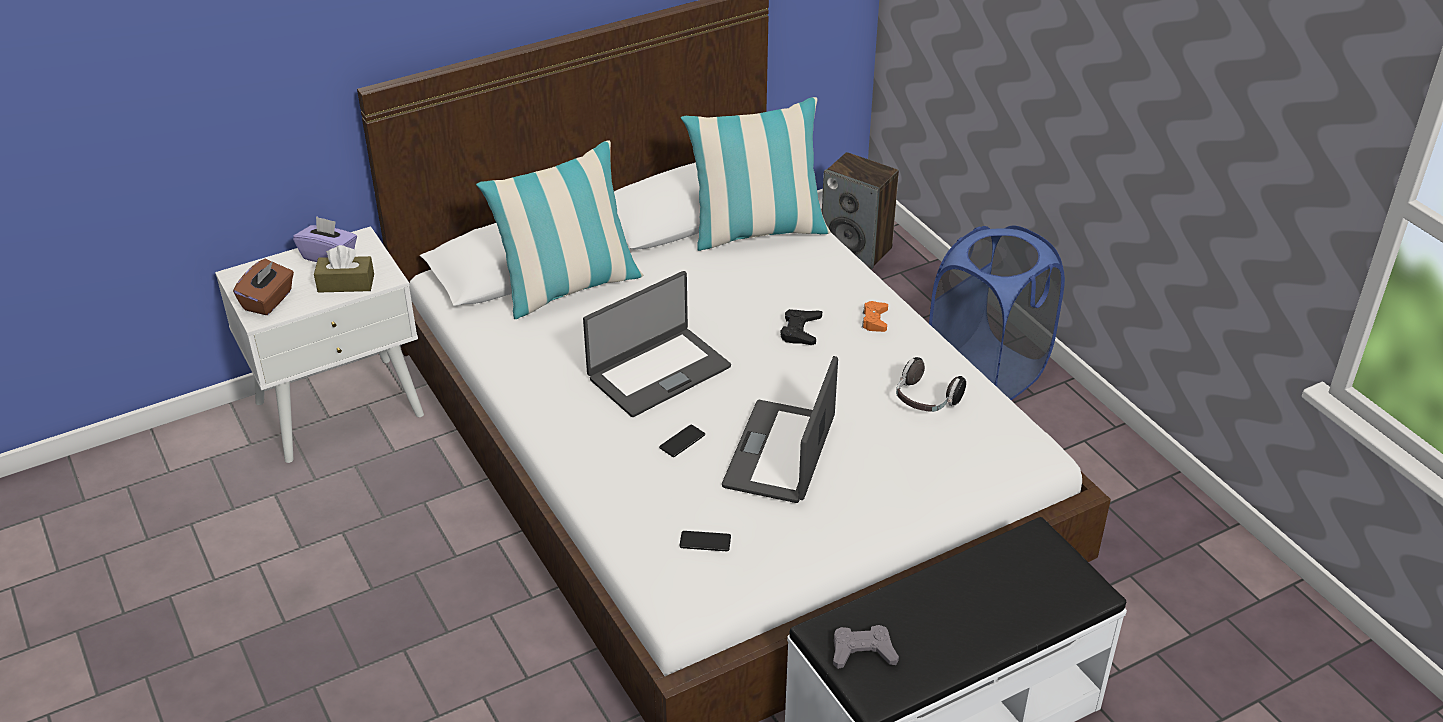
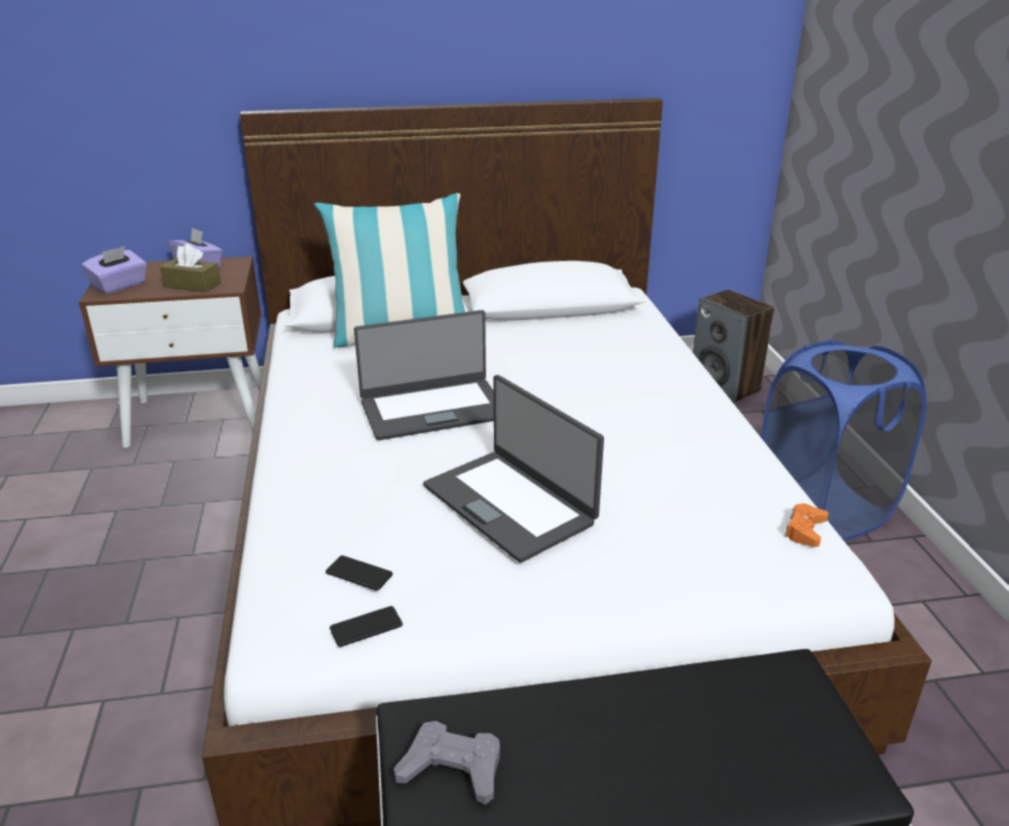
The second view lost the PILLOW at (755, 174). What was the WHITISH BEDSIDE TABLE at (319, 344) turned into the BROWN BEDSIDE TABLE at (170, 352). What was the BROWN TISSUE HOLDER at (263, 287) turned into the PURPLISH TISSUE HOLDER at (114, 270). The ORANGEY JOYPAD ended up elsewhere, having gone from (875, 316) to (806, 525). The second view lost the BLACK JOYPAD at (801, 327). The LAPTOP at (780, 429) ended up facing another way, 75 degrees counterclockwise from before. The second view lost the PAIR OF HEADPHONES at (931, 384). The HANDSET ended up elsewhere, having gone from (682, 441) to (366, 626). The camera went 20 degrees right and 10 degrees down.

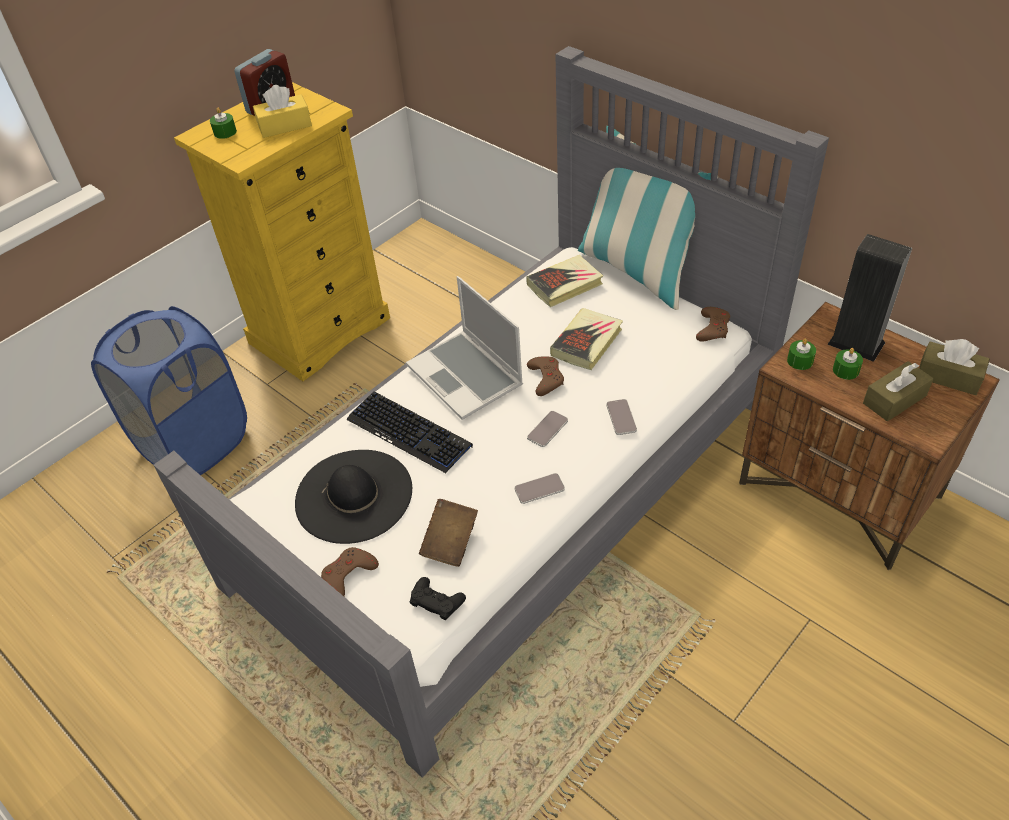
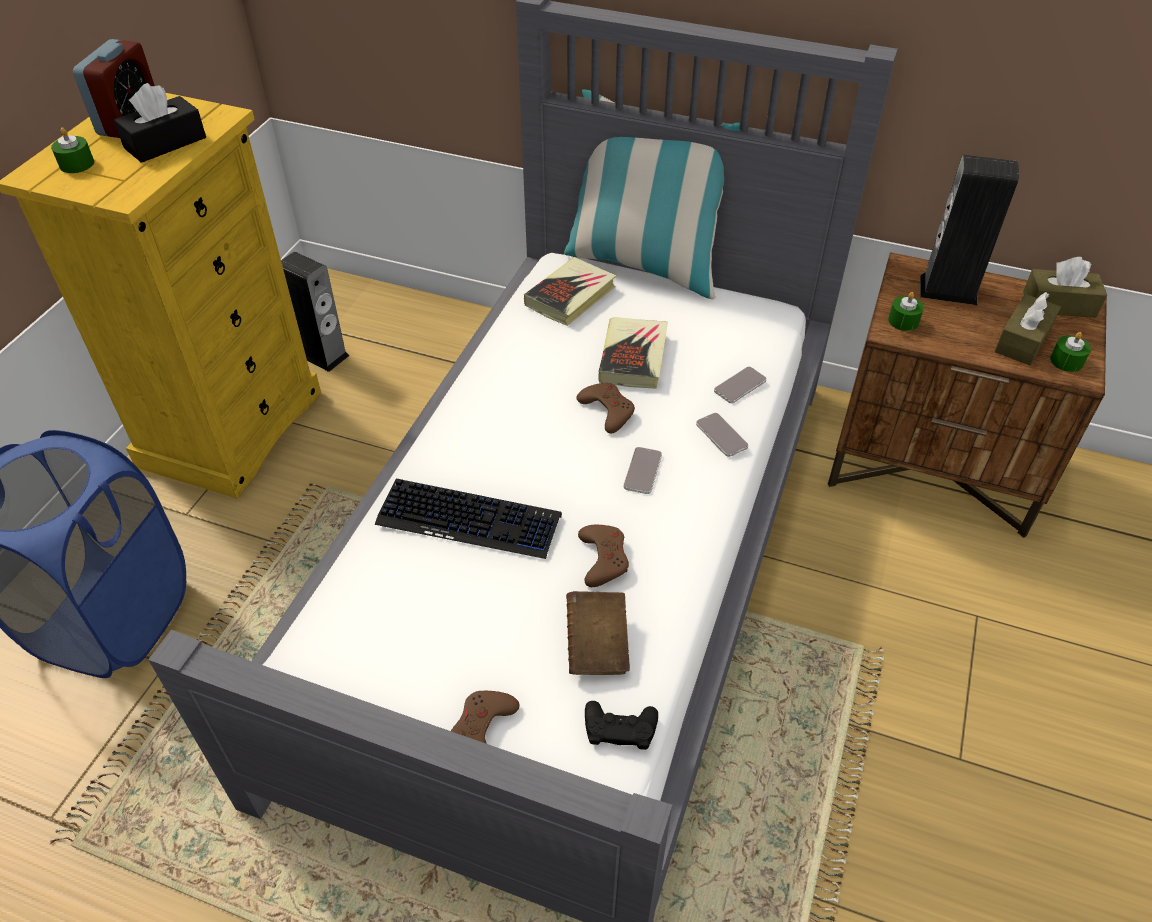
What was the YELLOWISH TISSUE HOLDER at (282, 111) turned into the BLACK TISSUE HOLDER at (160, 123). The second view lost the LAPTOP at (464, 348). The BROWN JOYPAD ended up elsewhere, having gone from (713, 324) to (603, 556). The GREENISH WAX LIGHT ended up elsewhere, having gone from (848, 364) to (1070, 352). The second view lost the BLACK CLOTHING HAT at (353, 497). The HANDSET ended up elsewhere, having gone from (539, 488) to (740, 385). The second view gained the SPEAKER at (315, 312). The camera went 25 degrees left and 0 degrees up.

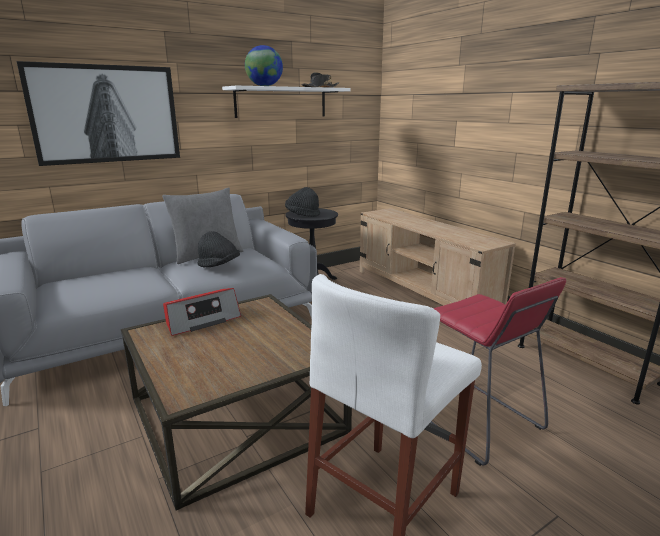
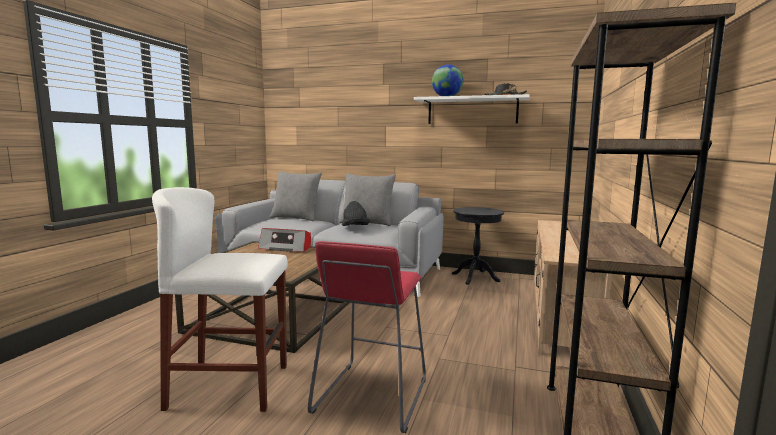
The second view lost the WALL ART at (98, 113). The second view lost the BLACK CLOTHING HAT at (302, 202). The second view gained the GREY PILLOW at (296, 196). The camera went 50 degrees right and 10 degrees down.

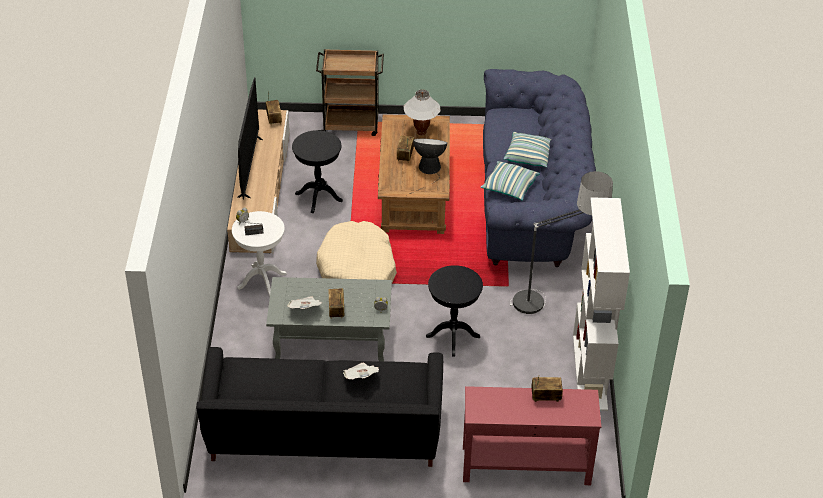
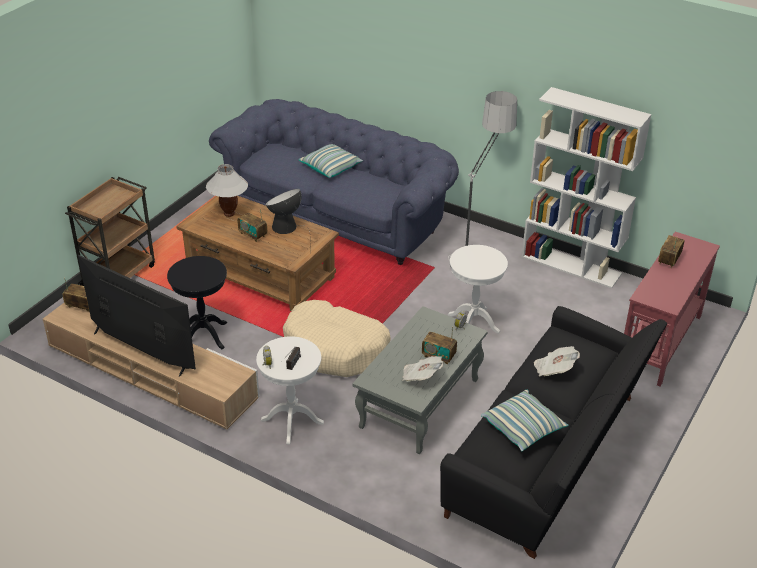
The PILLOW ended up elsewhere, having gone from (510, 180) to (525, 420). What was the BLACK SIDE TABLE at (454, 311) turned into the WHITISH SIDE TABLE at (478, 289). The camera went 60 degrees left and 5 degrees down.

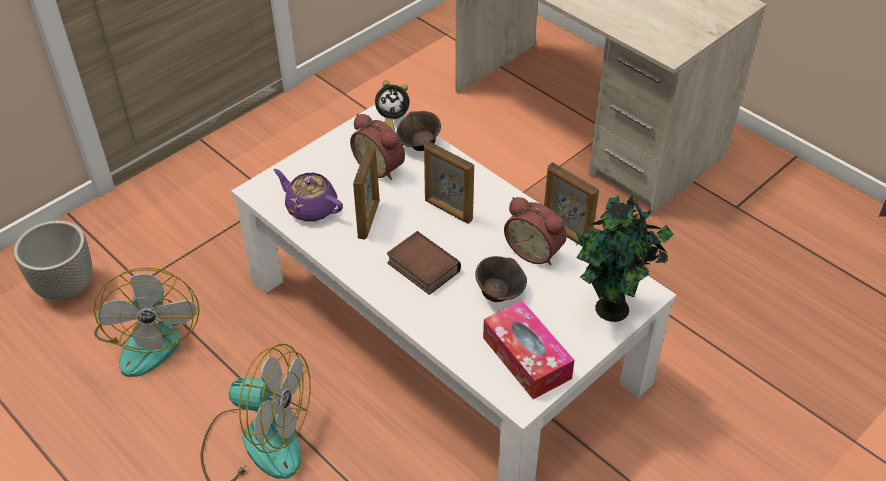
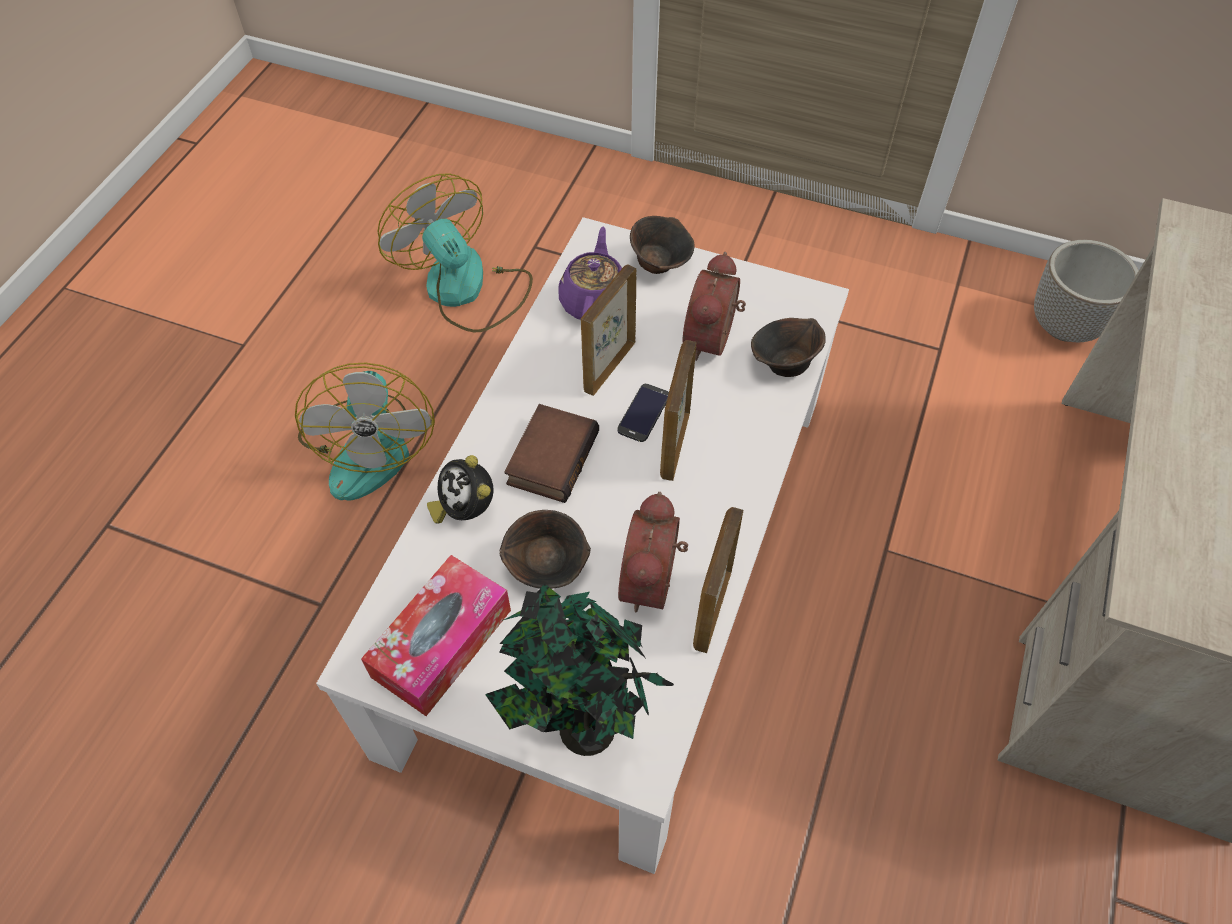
The BEDSIDE CLOCK ended up elsewhere, having gone from (392, 105) to (460, 489). The PHOTO FRAME at (366, 192) ended up facing another way, 135 degrees clockwise from before. The PLANT POT ended up elsewhere, having gone from (53, 260) to (1086, 291). The ELECTRIC FAN at (147, 322) ended up facing another way, 90 degrees clockwise from before. The second view gained the BROWN DEEP DISH at (662, 245). The second view gained the HANDSET at (643, 413). The camera went 65 degrees right and 10 degrees up.

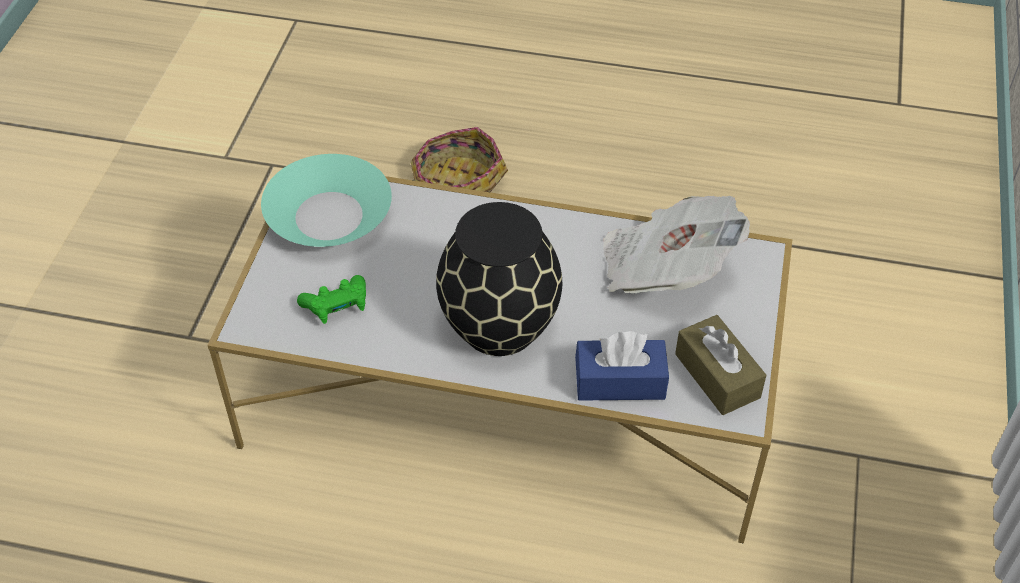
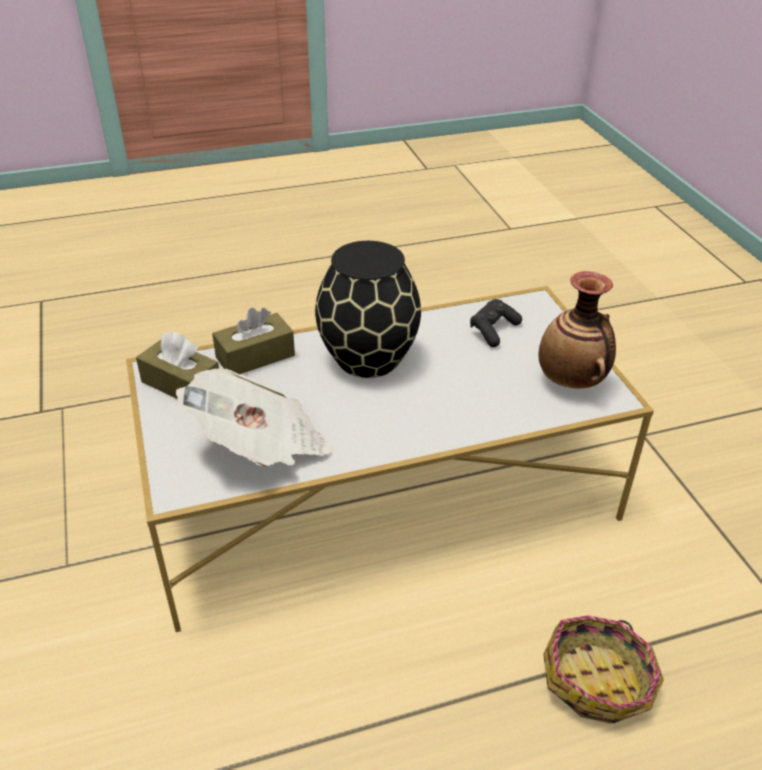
Where the TURQUOISE-COLOURED DEEP DISH stood at (326, 200), the DECORATIVE VASE came to stand at (577, 329). What was the GREENISH JOYPAD at (331, 299) turned into the BLACK JOYPAD at (496, 323). What was the BLUE-COLOURED TISSUE HOLDER at (622, 366) turned into the BROWN TISSUE HOLDER at (253, 341). The camera went 150 degrees right and 10 degrees down.

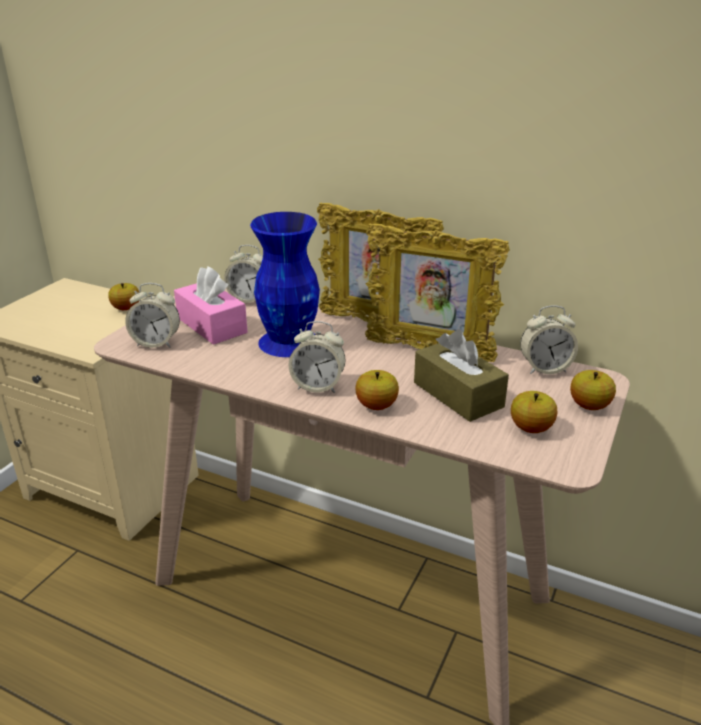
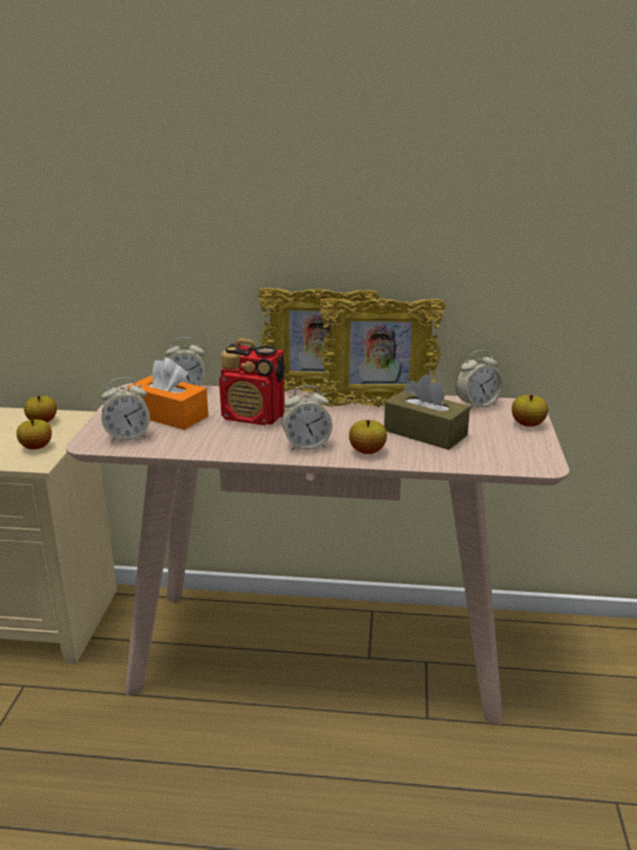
Where the BLUE-COLOURED DECORATIVE VASE stood at (285, 284), the RADIO RECEIVER came to stand at (252, 382). What was the PINK-COLOURED TISSUE HOLDER at (211, 305) turned into the ORANGEY TISSUE HOLDER at (167, 394). The APPLE ended up elsewhere, having gone from (534, 412) to (34, 434). The camera went 20 degrees left and 5 degrees down.

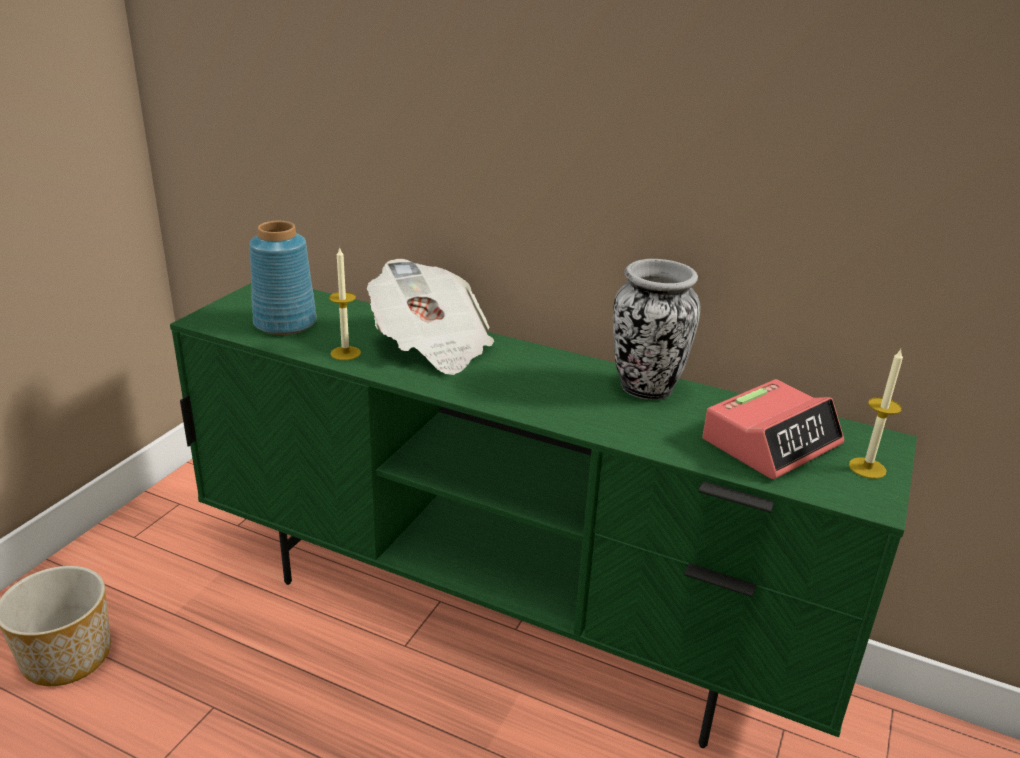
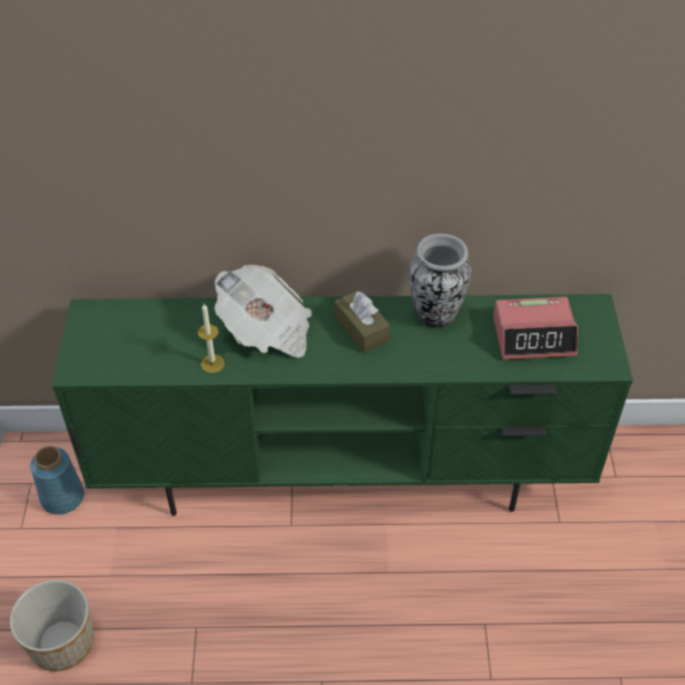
The BLUE-COLOURED DECORATIVE VASE ended up elsewhere, having gone from (283, 278) to (57, 480). The second view lost the WAX LIGHT at (876, 414). The BEDSIDE CLOCK at (773, 429) ended up facing another way, 60 degrees clockwise from before. The second view gained the BROWN TISSUE HOLDER at (362, 321). The camera went 25 degrees left and 20 degrees up.

